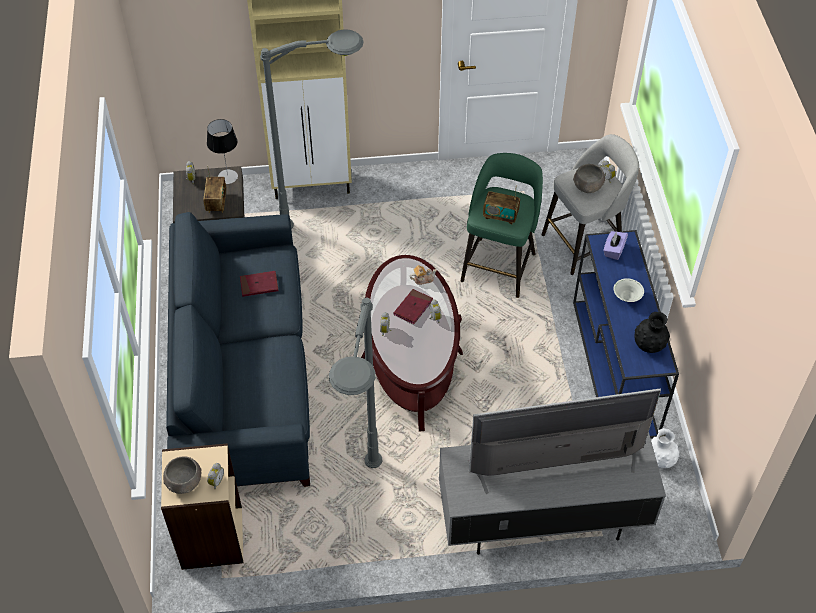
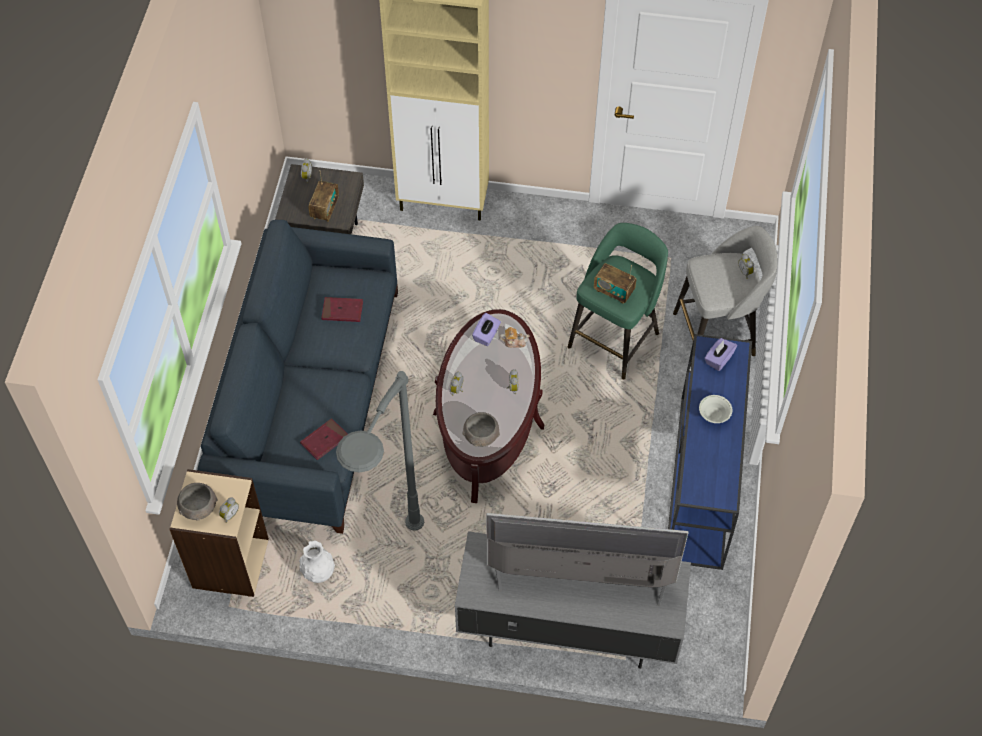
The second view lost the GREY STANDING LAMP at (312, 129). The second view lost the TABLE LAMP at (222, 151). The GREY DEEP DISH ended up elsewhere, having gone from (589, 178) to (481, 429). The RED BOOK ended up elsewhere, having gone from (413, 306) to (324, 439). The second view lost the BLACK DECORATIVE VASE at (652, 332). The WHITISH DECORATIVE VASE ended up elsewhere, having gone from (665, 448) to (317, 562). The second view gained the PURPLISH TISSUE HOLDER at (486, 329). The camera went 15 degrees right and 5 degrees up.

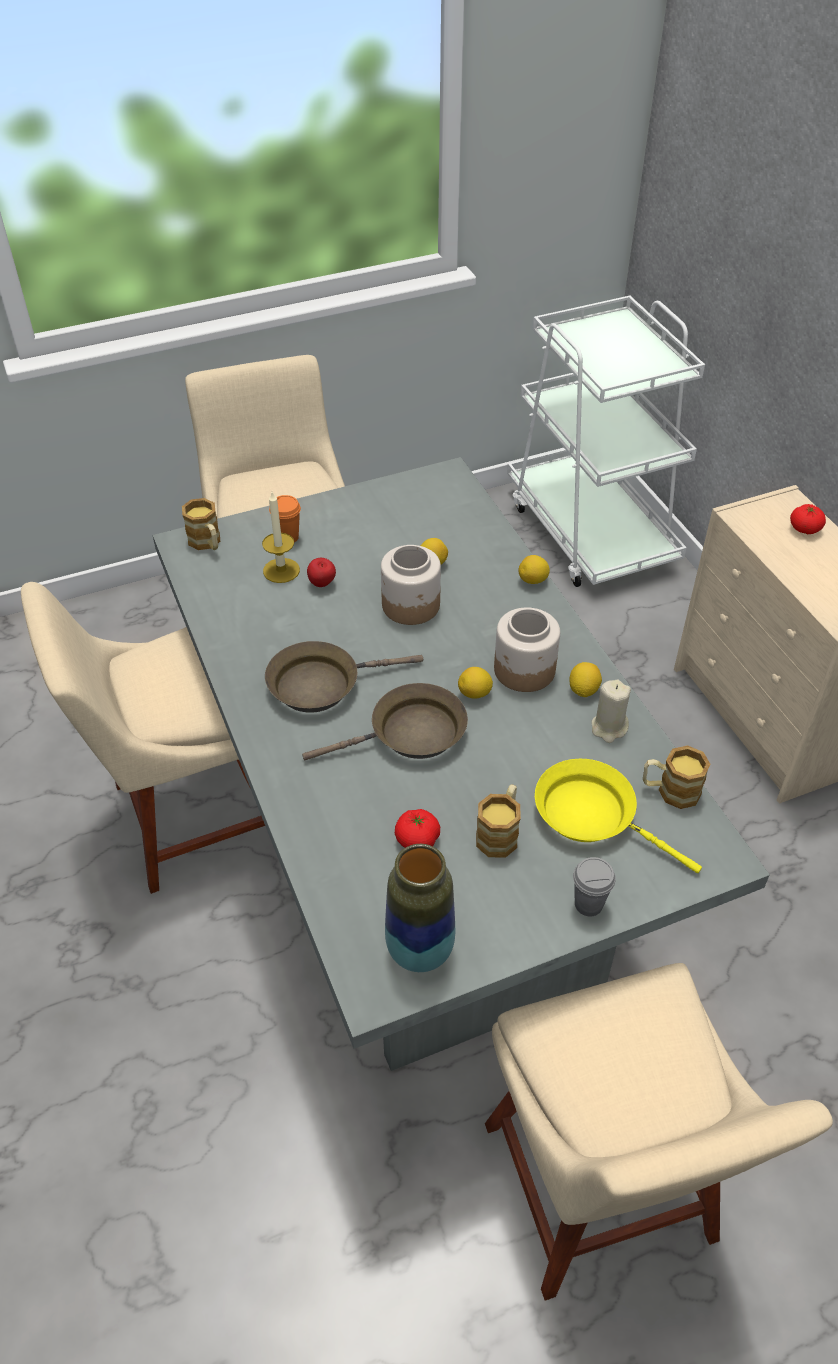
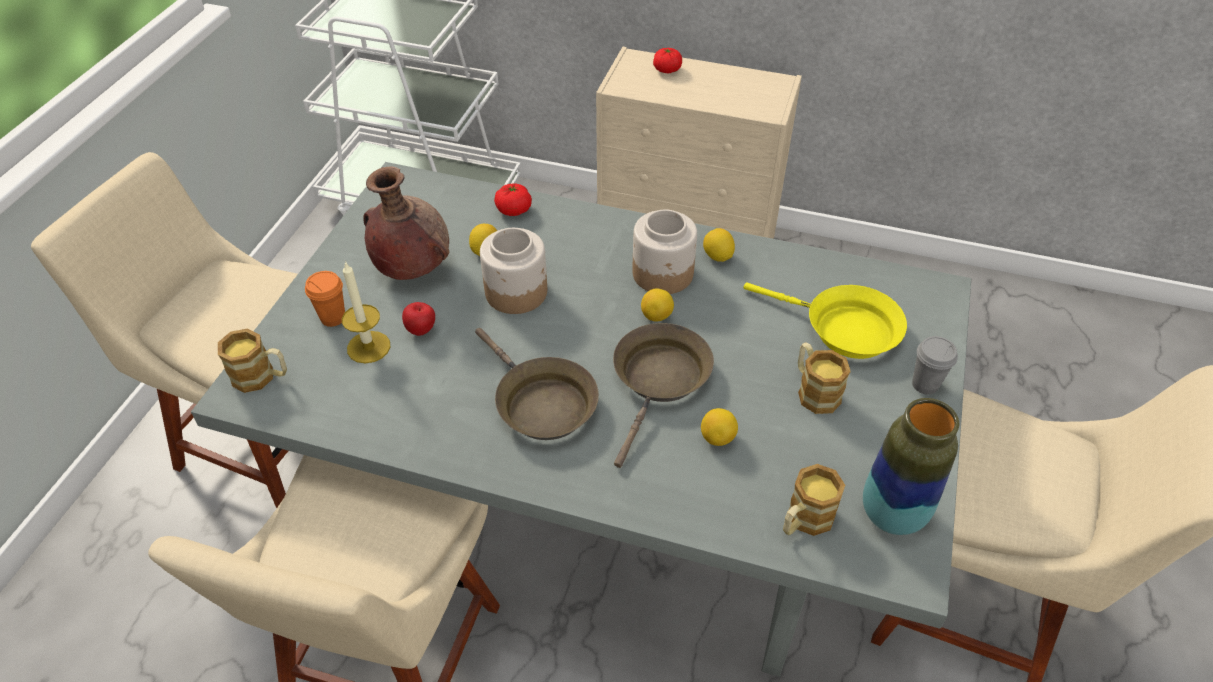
The LEMON ended up elsewhere, having gone from (534, 569) to (719, 427). The BROWN PAN at (344, 677) ended up facing another way, 60 degrees counterclockwise from before. The second view lost the BEIGE-COLOURED WAX LIGHT at (611, 711). The TEA MUG ended up elsewhere, having gone from (677, 777) to (814, 500). The YELLOWISH PAN at (618, 816) ended up facing another way, 135 degrees counterclockwise from before. The TOMATO ended up elsewhere, having gone from (417, 828) to (513, 200). The second view gained the BROWN DECORATIVE VASE at (406, 223). The camera went 50 degrees left and 0 degrees up.

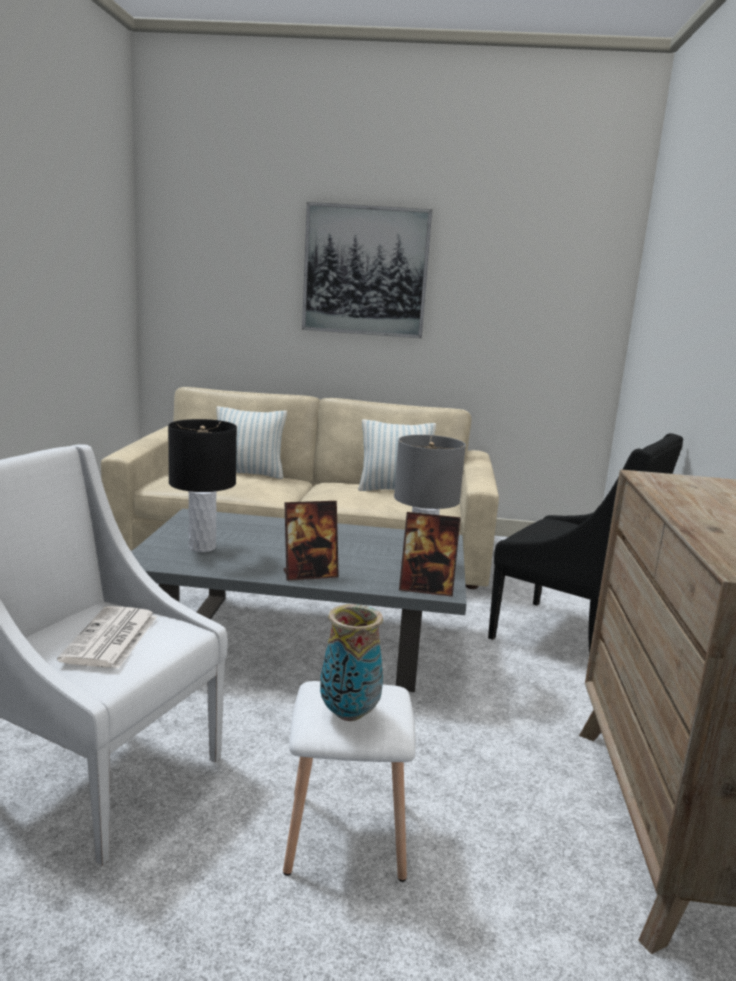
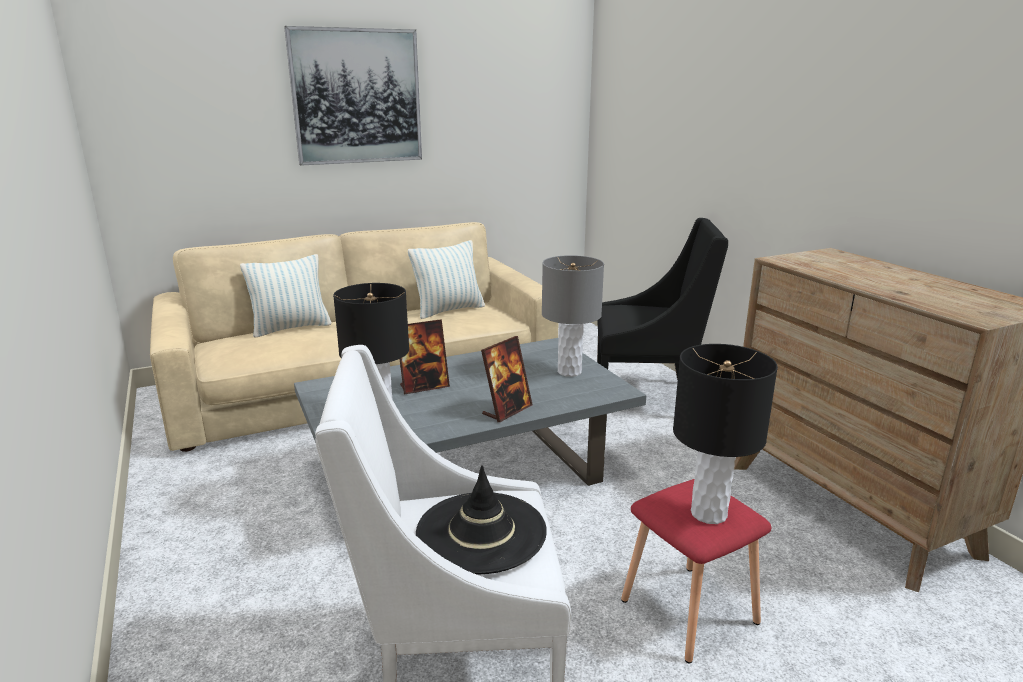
The PHOTO FRAME ended up elsewhere, having gone from (430, 554) to (425, 356). Where the DECORATIVE VASE stood at (351, 662), the BLACK TABLE LAMP came to stand at (725, 434). Where the DAILY PAPER stood at (107, 637), the BLACK CLOTHING HAT came to stand at (481, 519). What was the WHITISH STOOL at (349, 781) turned into the RED STOOL at (696, 571). The camera went 30 degrees left and 5 degrees up.

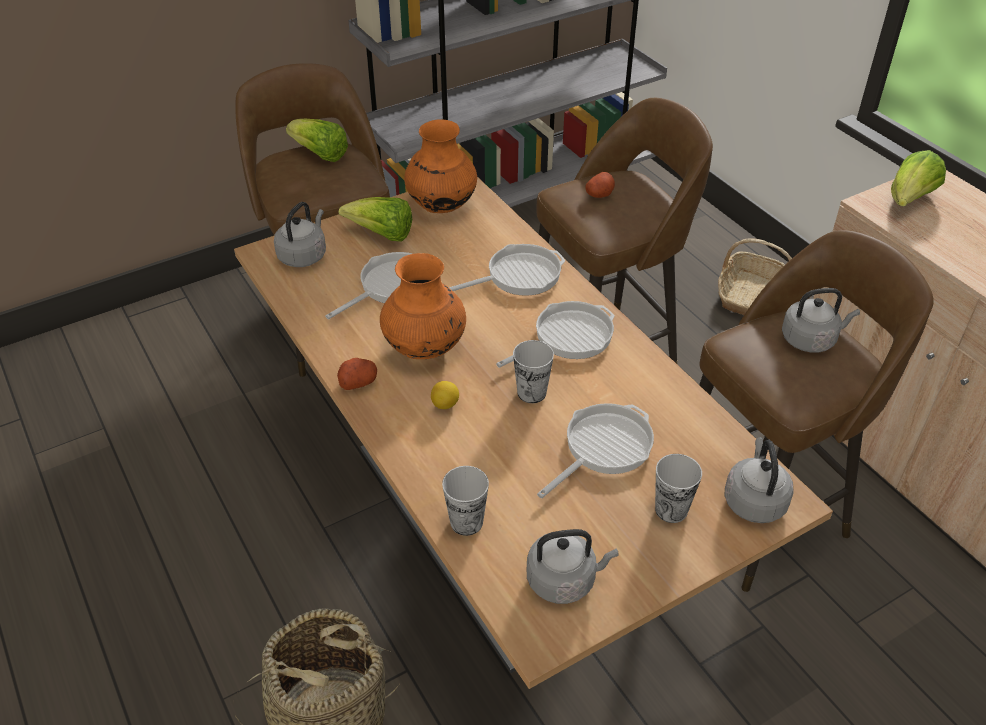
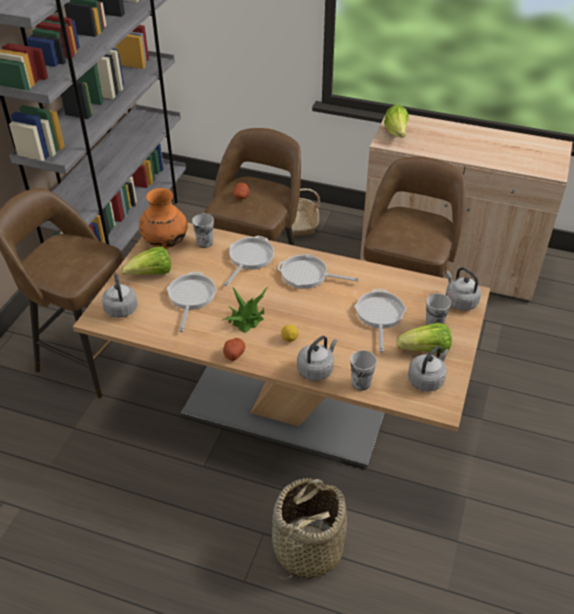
The LETTUCE ended up elsewhere, having gone from (317, 140) to (424, 338). Where the ORANGEY DECORATIVE VASE stood at (423, 306), the HOUSEPLANT came to stand at (245, 309). The GREY TEA KETTLE ended up elsewhere, having gone from (821, 320) to (317, 358). The PAN at (555, 334) ended up facing another way, 90 degrees counterclockwise from before. The DRINKING CUP ended up elsewhere, having gone from (533, 371) to (203, 231). The camera went 40 degrees left and 0 degrees up.

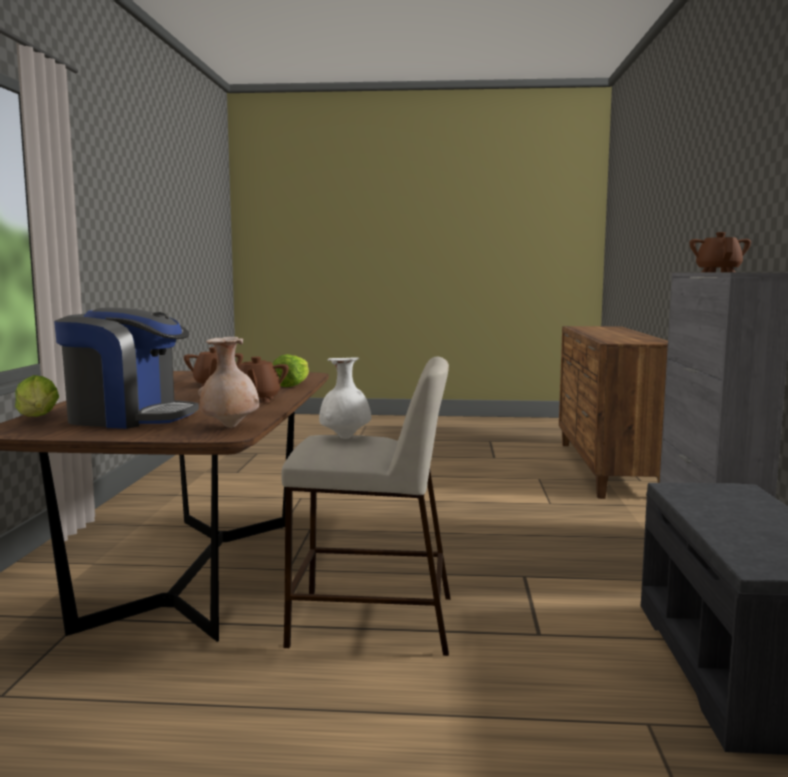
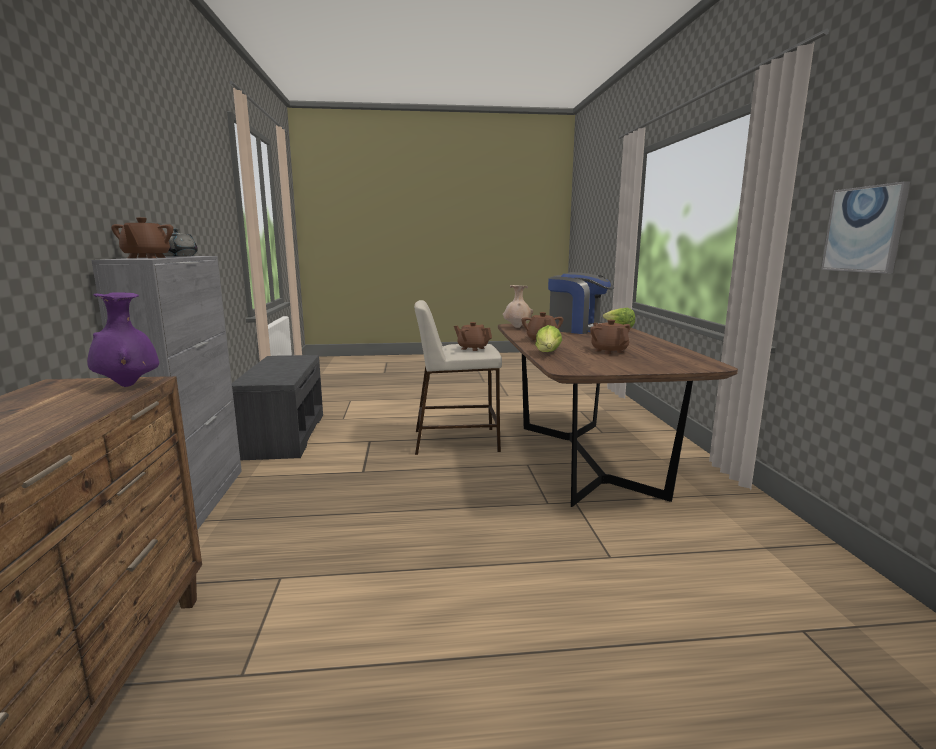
The COFFEE MACHINE at (126, 368) ended up facing another way, 150 degrees counterclockwise from before. Where the WHITISH DECORATIVE VASE stood at (345, 398), the BROWN TEA POT came to stand at (473, 336). The second view gained the WALL ART at (865, 227). The second view gained the GREY TEA POT at (180, 242). The second view gained the PURPLISH DECORATIVE VASE at (123, 339). The camera went 170 degrees right and 5 degrees up.

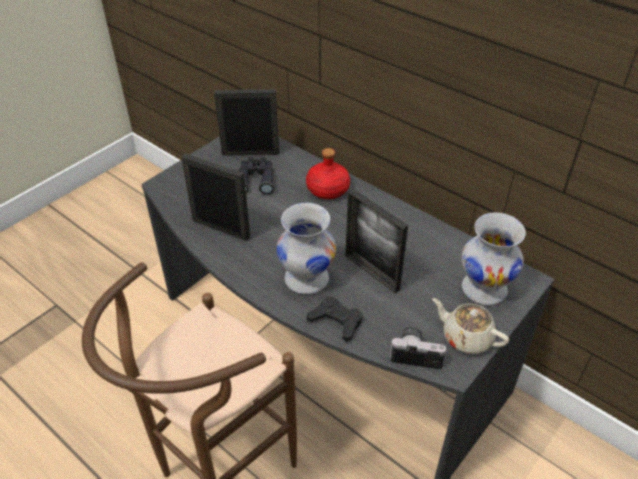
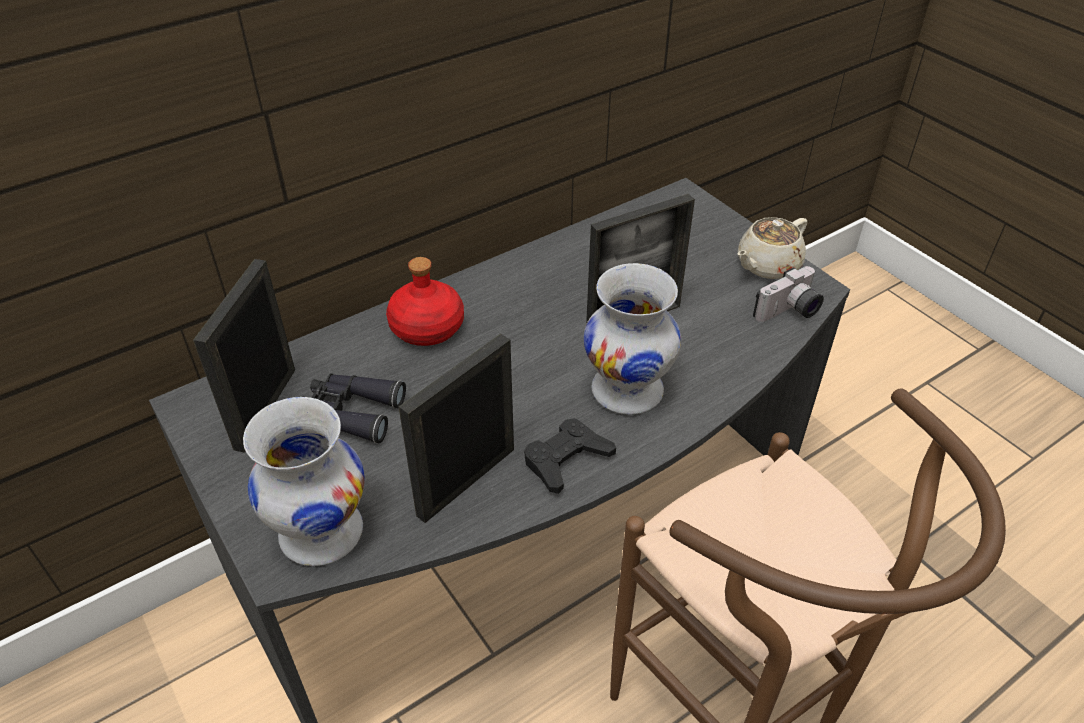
The WHITISH DECORATIVE VASE ended up elsewhere, having gone from (493, 259) to (304, 481). The BLACK JOYPAD ended up elsewhere, having gone from (334, 319) to (570, 456). The STILL CAMERA at (418, 348) ended up facing another way, 150 degrees counterclockwise from before. The camera went 75 degrees left and 0 degrees up.

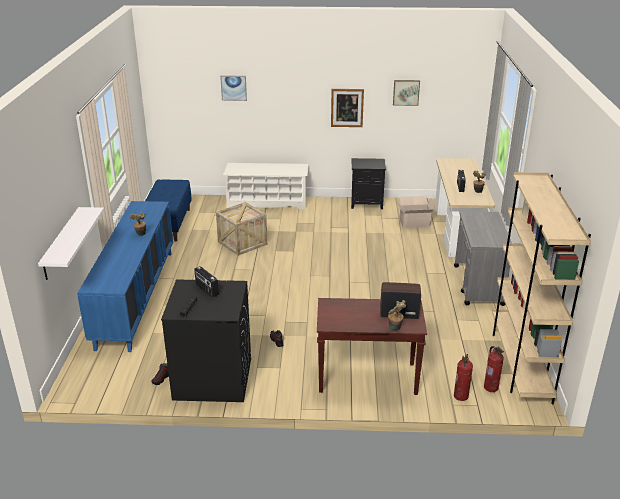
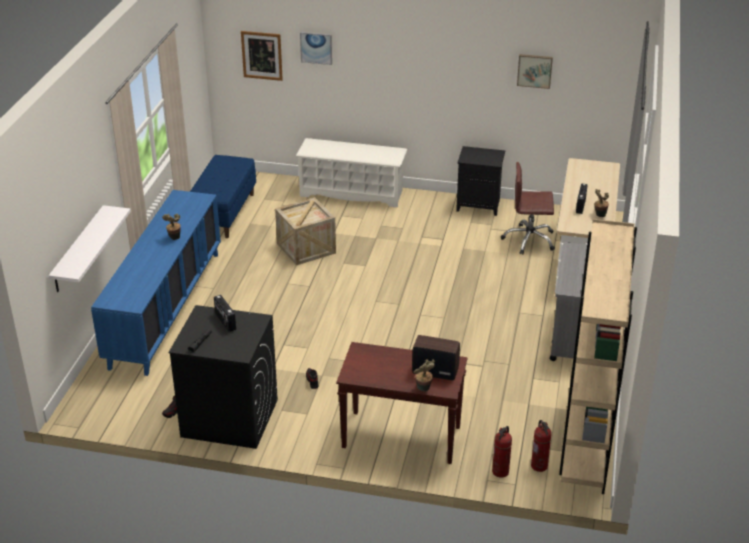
The WALL ART ended up elsewhere, having gone from (347, 108) to (262, 56). Where the CARDBOARD BOX stood at (415, 212), the BROWN DESK CHAIR came to stand at (528, 208). The camera went 10 degrees right and 5 degrees up.

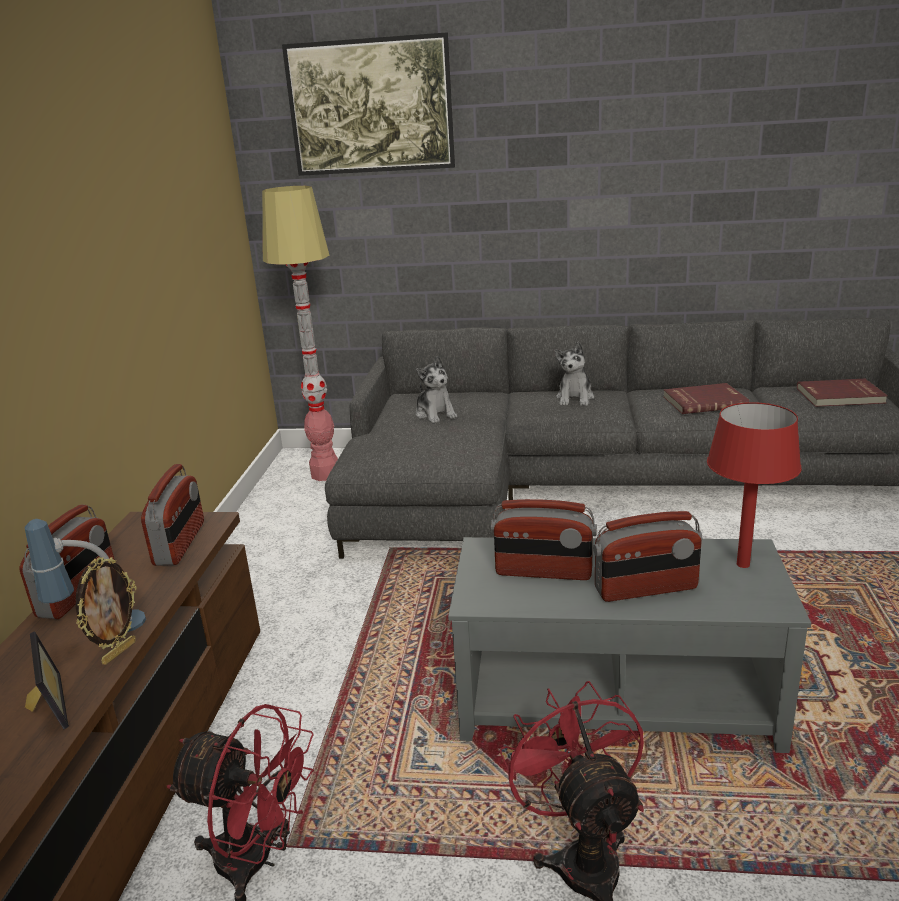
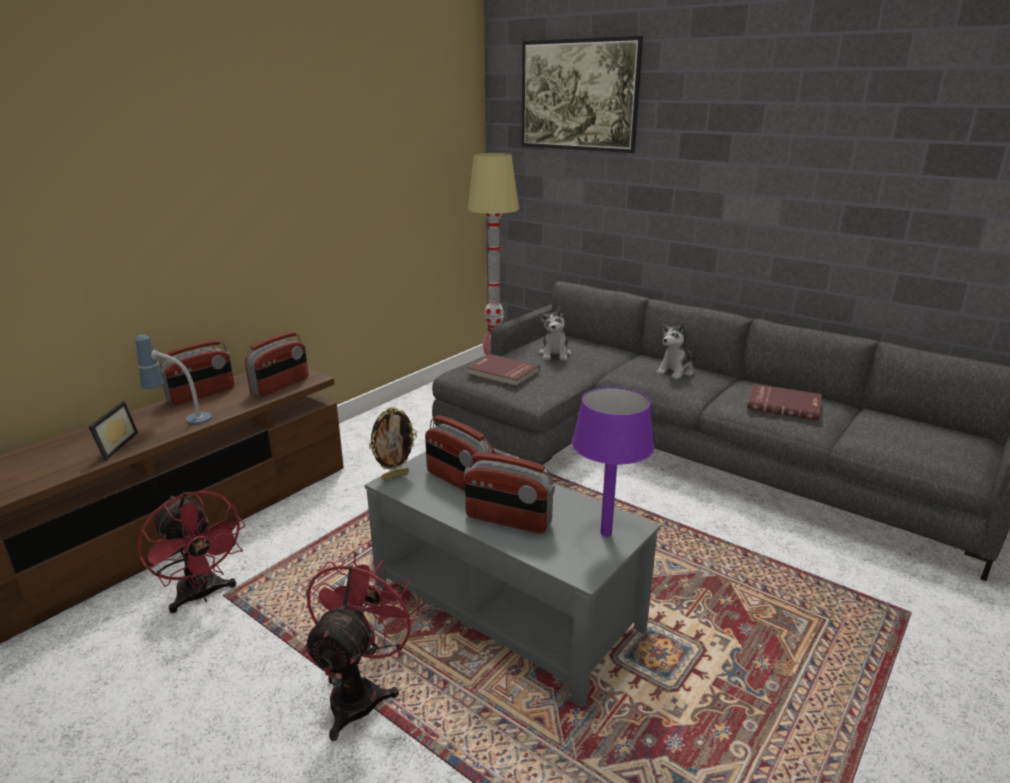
The RED BOOK ended up elsewhere, having gone from (842, 393) to (503, 370). What was the RED TABLE LAMP at (754, 485) turned into the PURPLISH TABLE LAMP at (613, 462). The PHOTO FRAME ended up elsewhere, having gone from (106, 611) to (393, 443). The camera went 30 degrees right and 0 degrees up.

